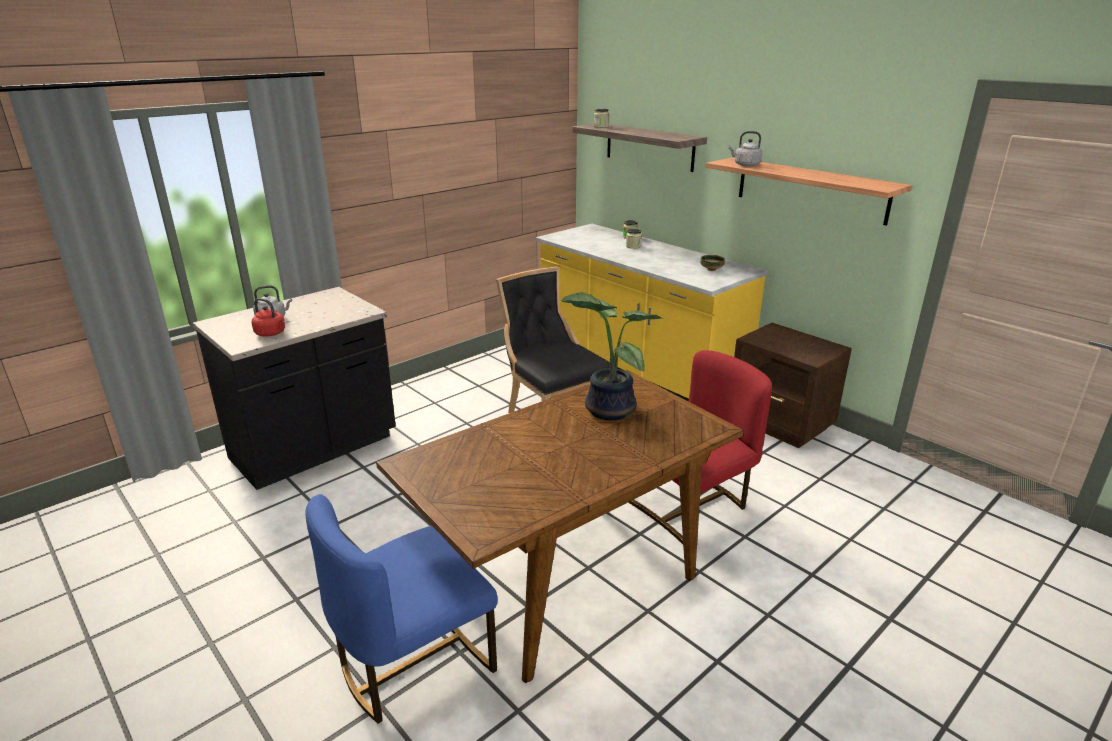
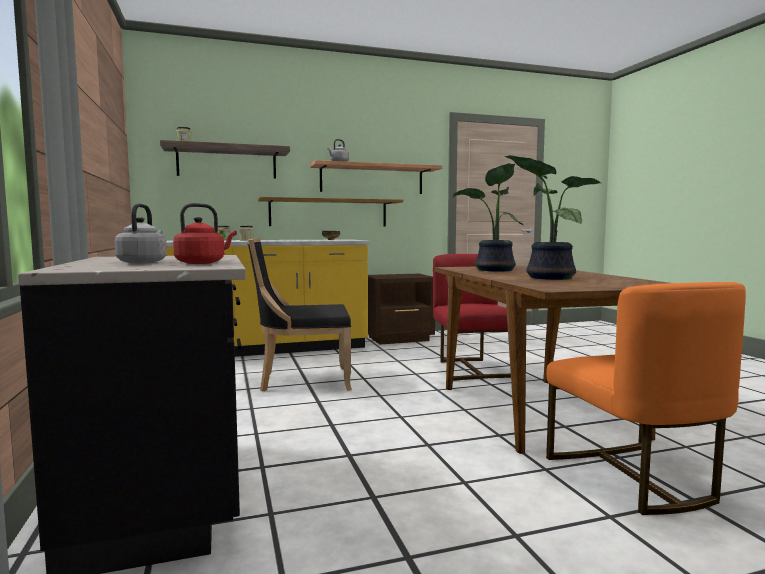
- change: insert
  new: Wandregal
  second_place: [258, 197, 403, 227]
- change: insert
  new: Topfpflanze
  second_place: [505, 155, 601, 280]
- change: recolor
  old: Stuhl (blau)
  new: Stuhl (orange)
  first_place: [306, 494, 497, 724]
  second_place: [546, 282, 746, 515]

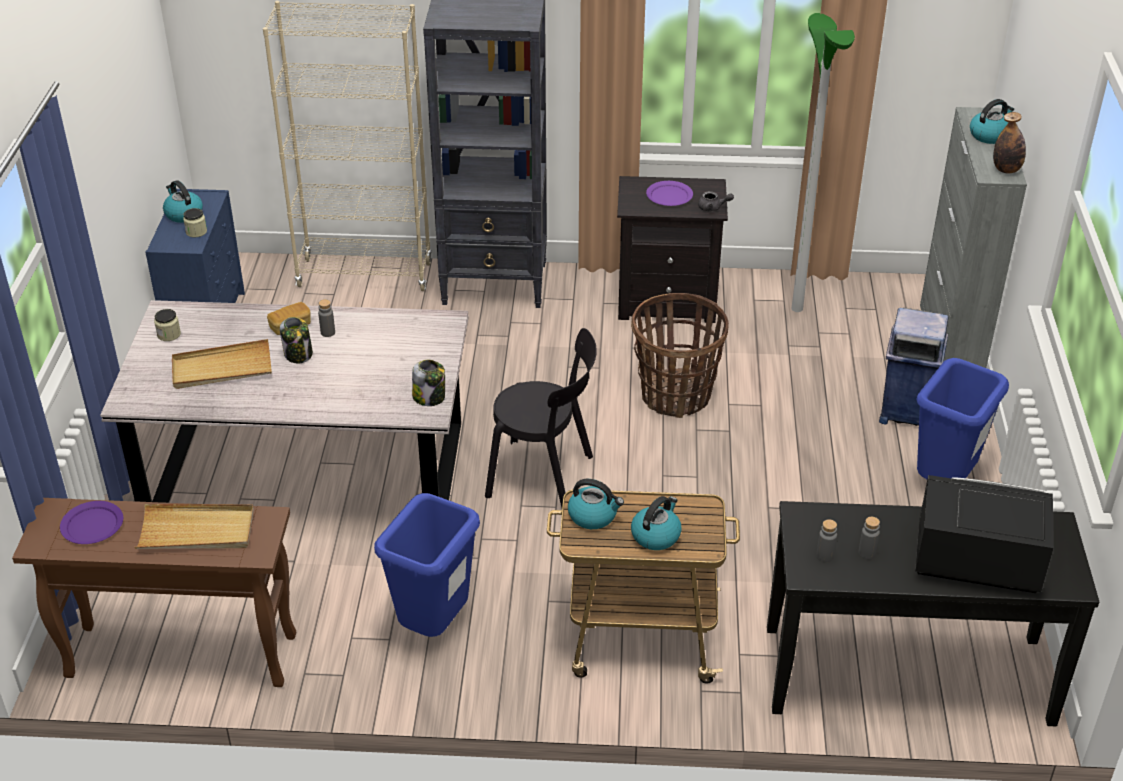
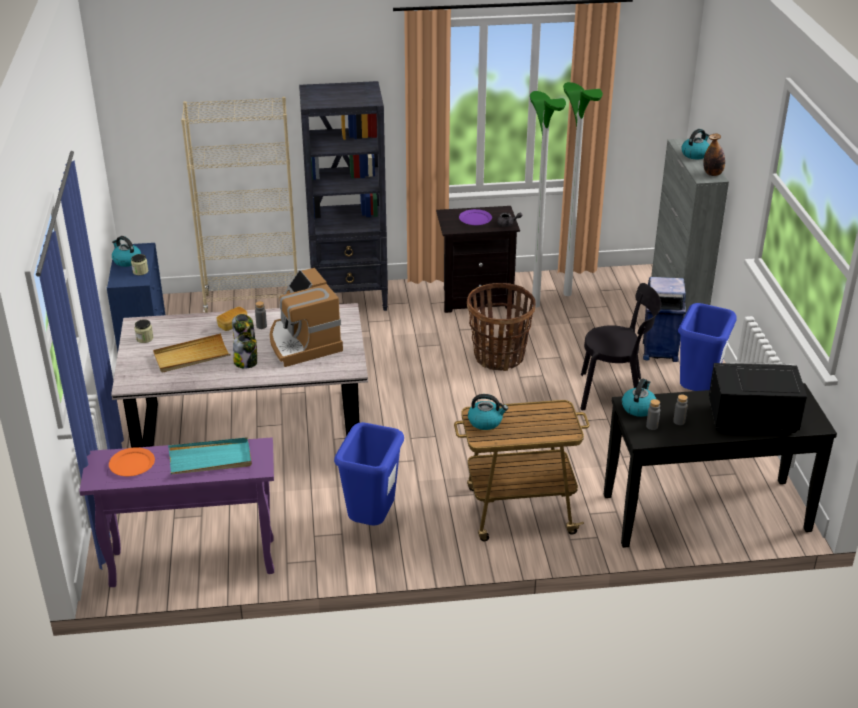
- change: insert
  new: Kaffeemaschine
  second_place: [270, 268, 343, 367]
- change: insert
  new: Stehlampe
  second_place: [530, 91, 566, 308]
- change: move
  old: Vorratsglas
  first_place: [412, 360, 445, 406]
  second_place: [233, 334, 257, 369]
- change: move
  old: Stuhl (schwarz)
  first_place: [485, 328, 597, 507]
  second_place: [580, 283, 661, 410]
- change: move
  old: Wasserkessel
  first_place: [631, 496, 682, 550]
  second_place: [622, 379, 656, 417]
- change: recolor
  old: Konsolentisch (braun)
  new: Konsolentisch (lila)
  first_place: [12, 498, 296, 687]
  second_place: [79, 437, 274, 587]
- change: recolor
  old: Teller (lila)
  new: Teller (orange)
  first_place: [60, 501, 123, 544]
  second_place: [109, 447, 155, 476]
- change: recolor
  old: Tablett (beige)
  new: Tablett (türkis)
  first_place: [135, 504, 254, 549]
  second_place: [168, 437, 252, 474]

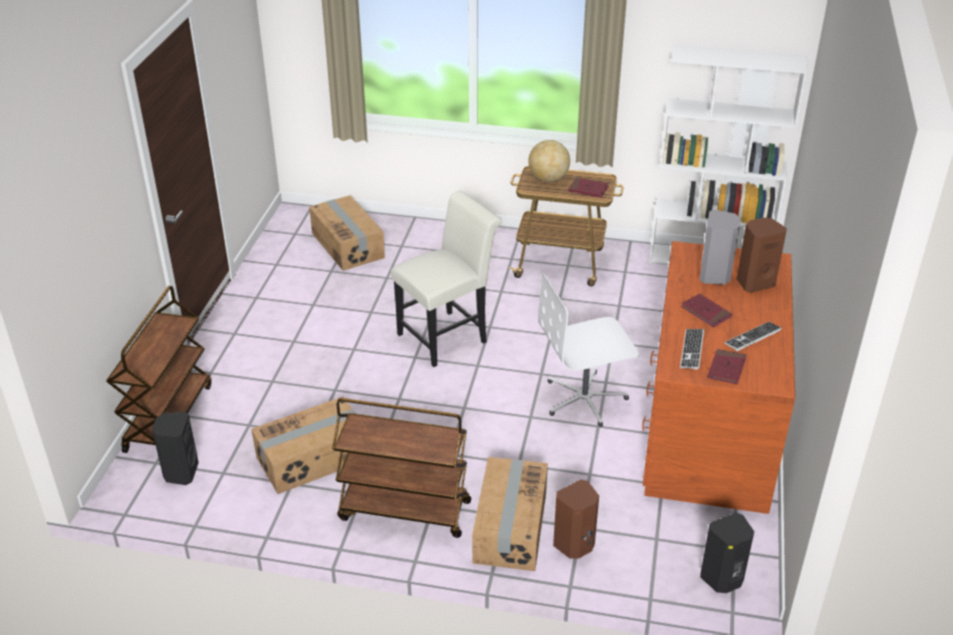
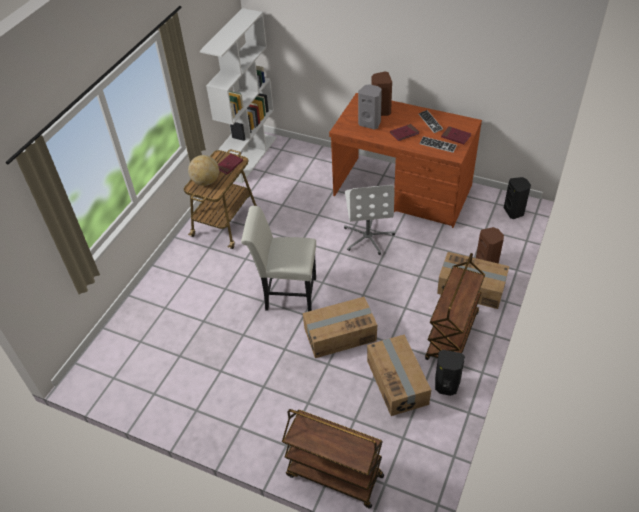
- change: move
  old: Lautsprecher (schwarz)
  first_place: [152, 412, 199, 485]
  second_place: [435, 350, 465, 396]
- change: move
  old: Karton
  first_place: [309, 195, 385, 271]
  second_place: [303, 297, 377, 358]
- change: rotate
  old: Stuhl (weiß)
  first_place: [391, 191, 502, 367]
  second_place: [241, 206, 316, 312]
  degrees: -60

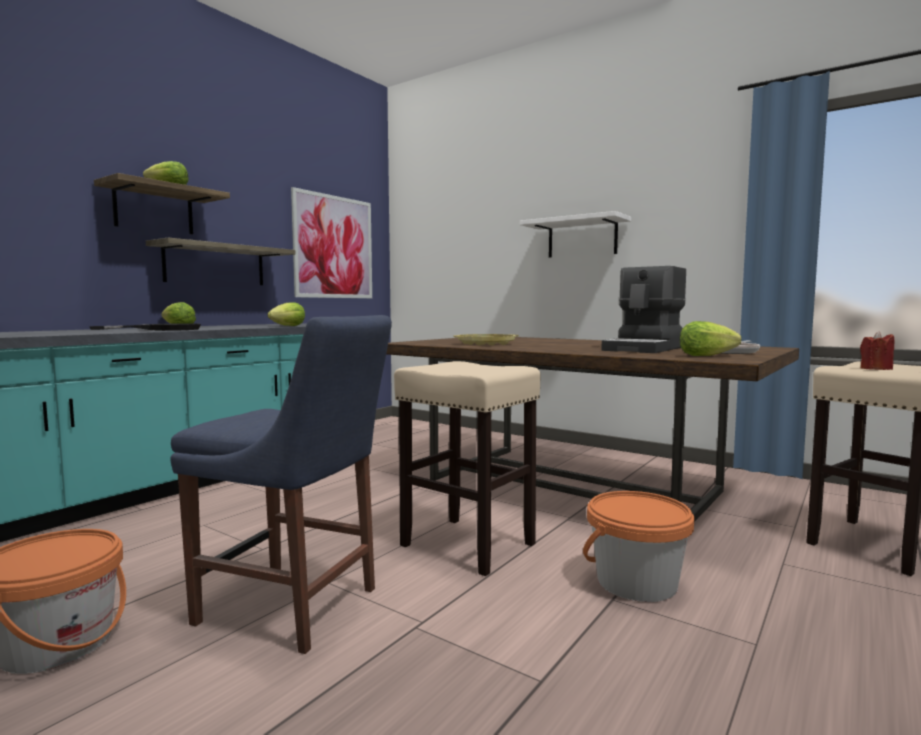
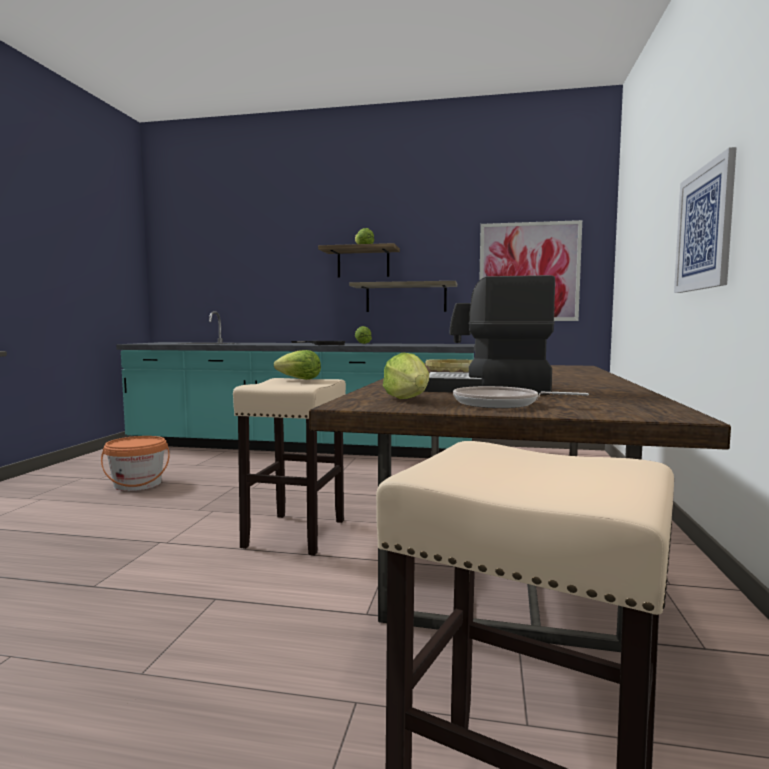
- change: delete
  old: Stuhl (blau)
  first_place: [170, 315, 392, 654]
- change: delete
  old: Eimer (orange)
  first_place: [583, 491, 694, 602]
- change: delete
  old: Kerze (rot)
  first_place: [860, 331, 895, 370]
- change: move
  old: Salatkopf
  first_place: [268, 302, 305, 326]
  second_place: [274, 350, 321, 380]
- change: replace
  old: Wandregal (weiß)
  new: Bild
  first_place: [519, 211, 631, 258]
  second_place: [674, 147, 737, 293]

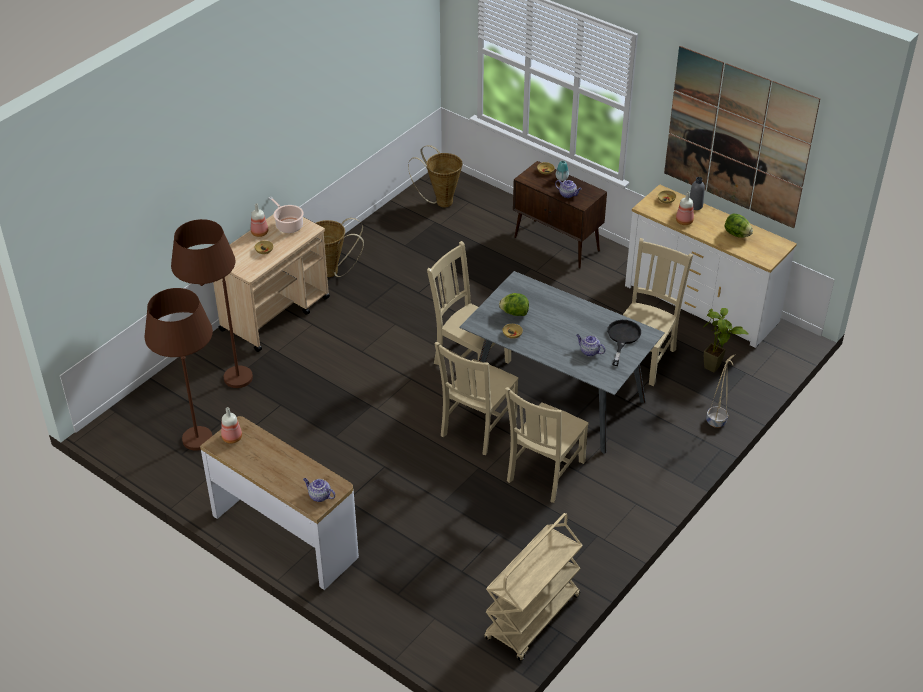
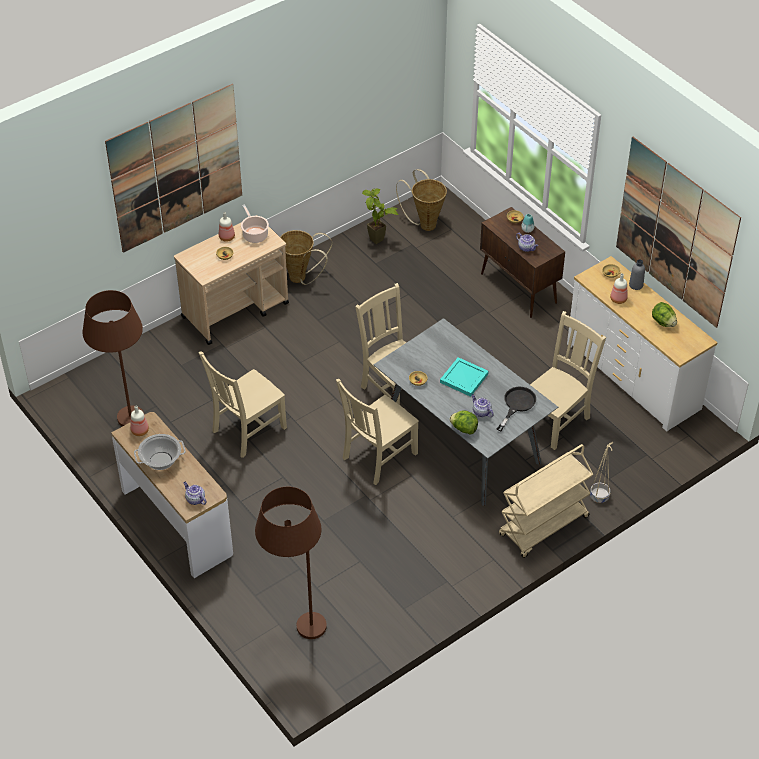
- change: insert
  new: Bild
  second_place: [105, 84, 242, 253]
- change: insert
  new: Kochtopf
  second_place: [134, 434, 186, 470]
- change: insert
  new: Tablett (türkis)
  second_place: [440, 357, 489, 397]
- change: move
  old: Stehlampe (braun)
  first_place: [171, 219, 253, 388]
  second_place: [255, 487, 327, 639]
- change: move
  old: Rollwagen (beige)
  first_place: [485, 513, 583, 661]
  second_place: [499, 444, 593, 558]
- change: move
  old: Salatkopf
  first_place: [499, 293, 529, 316]
  second_place: [449, 410, 478, 435]
- change: move
  old: Stuhl (beige)
  first_place: [505, 387, 589, 503]
  second_place: [198, 352, 287, 458]
- change: move
  old: Topfpflanze
  first_place: [704, 308, 748, 372]
  second_place: [362, 189, 398, 244]

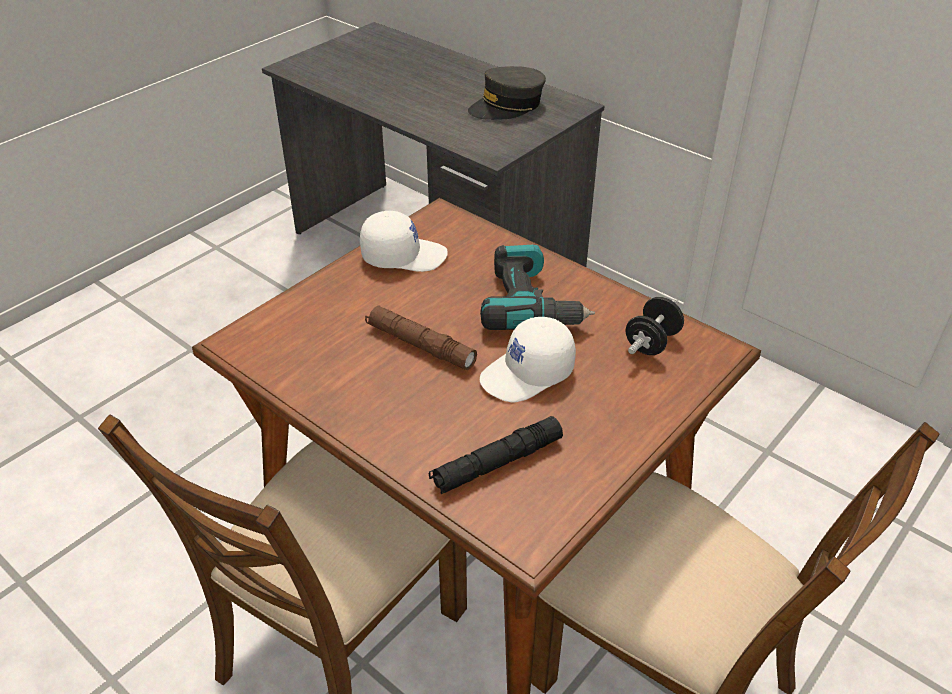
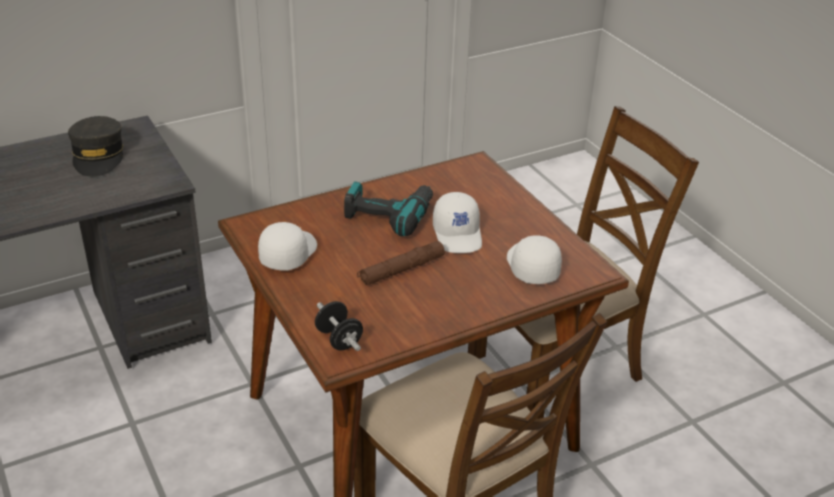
- change: move
  old: Hantel (schwarz)
  first_place: [626, 297, 684, 355]
  second_place: [315, 301, 363, 351]
- change: replace
  old: Taschenlampe (schwarz)
  new: Kappe (weiß)
  first_place: [429, 416, 563, 494]
  second_place: [507, 235, 562, 284]

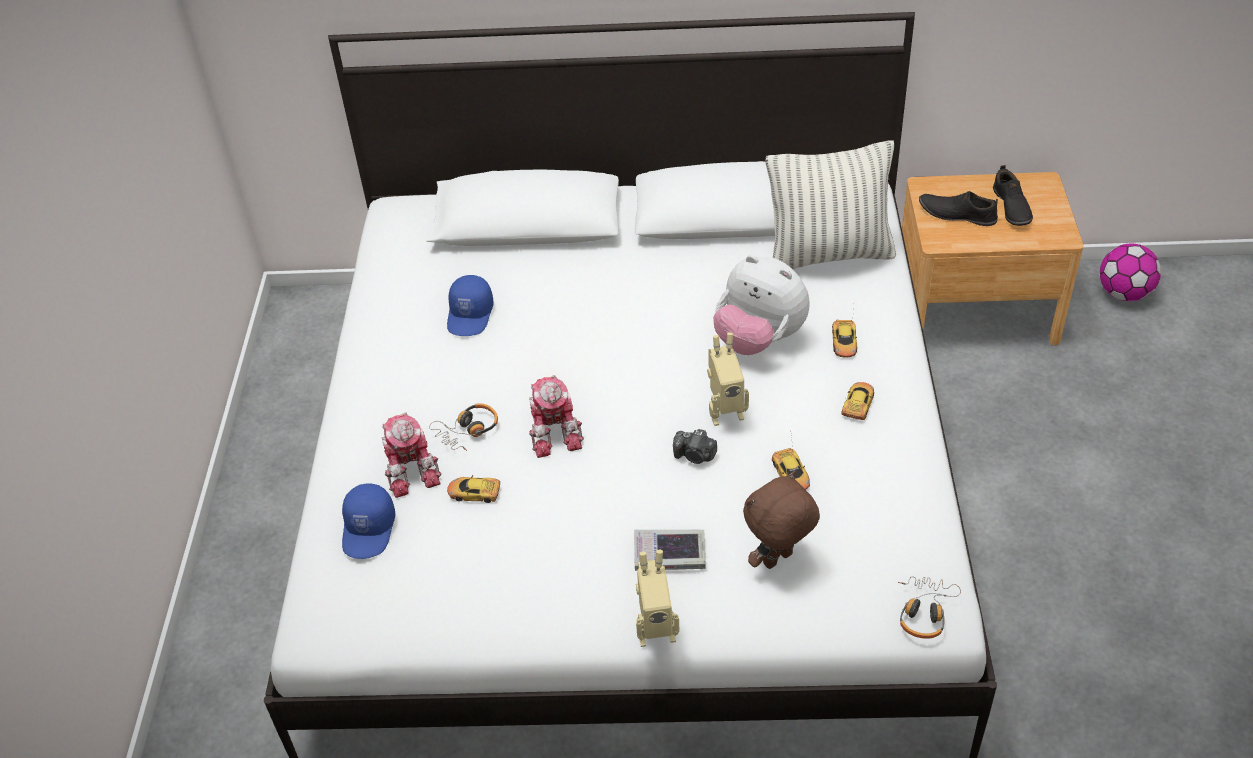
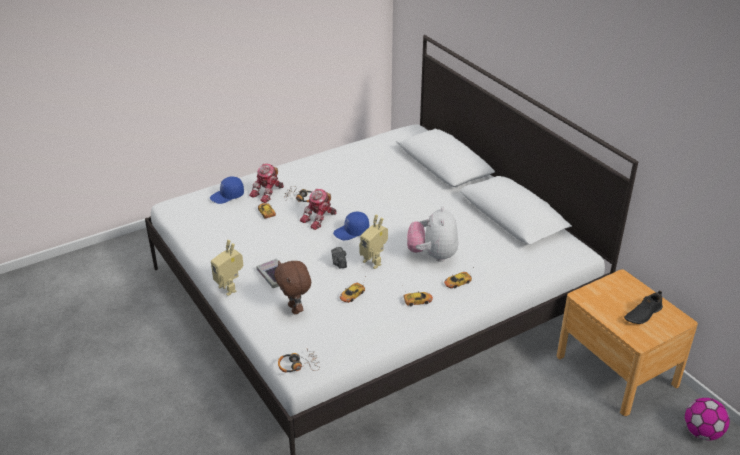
- change: delete
  old: Kissen
  first_place: [766, 140, 896, 269]
- change: delete
  old: Schuh (schwarz)
  first_place: [919, 191, 998, 226]
- change: move
  old: Kappe (blau)
  first_place: [447, 275, 494, 336]
  second_place: [333, 212, 369, 240]
- change: rotate
  old: Plüschtier (braun)
  first_place: [743, 471, 820, 569]
  second_place: [274, 261, 311, 314]
  degrees: -135

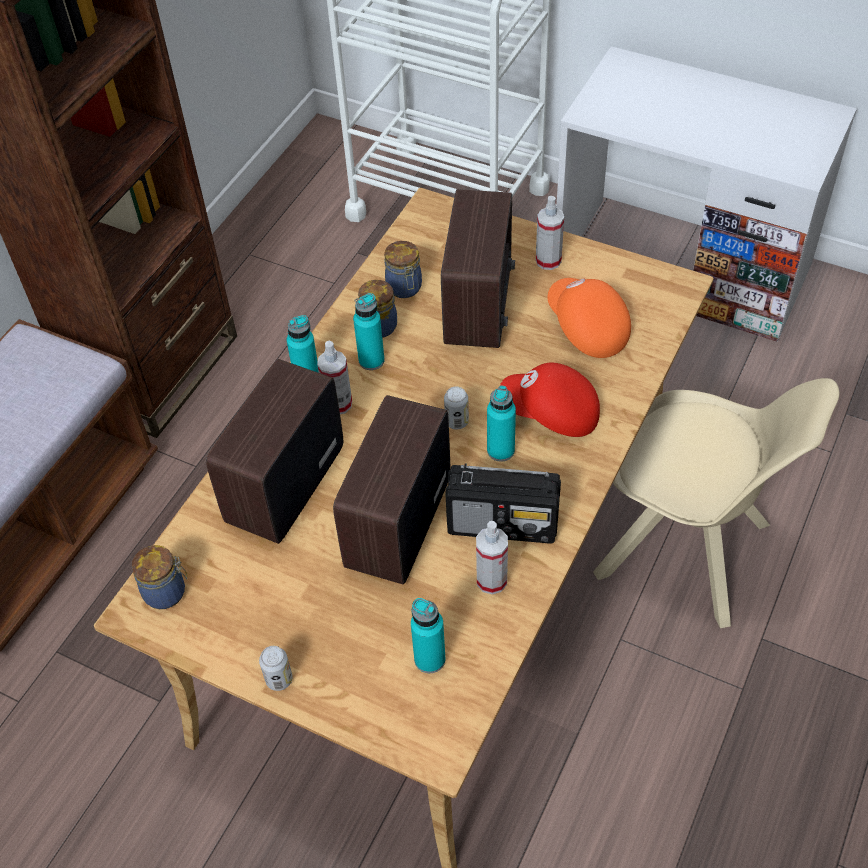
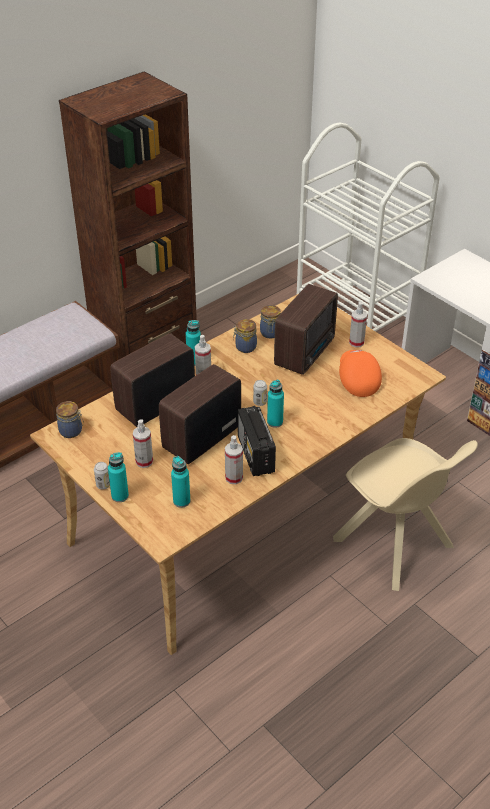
- change: delete
  old: Kappe (rot)
  first_place: [500, 362, 600, 437]
- change: insert
  new: Sprühflasche
  second_place: [133, 419, 153, 468]
- change: move
  old: Flasche (türkis)
  first_place: [353, 293, 385, 370]
  second_place: [108, 452, 129, 502]
- change: rotate
  old: Radio
  first_place: [445, 464, 561, 544]
  second_place: [238, 406, 276, 476]
  degrees: 45

